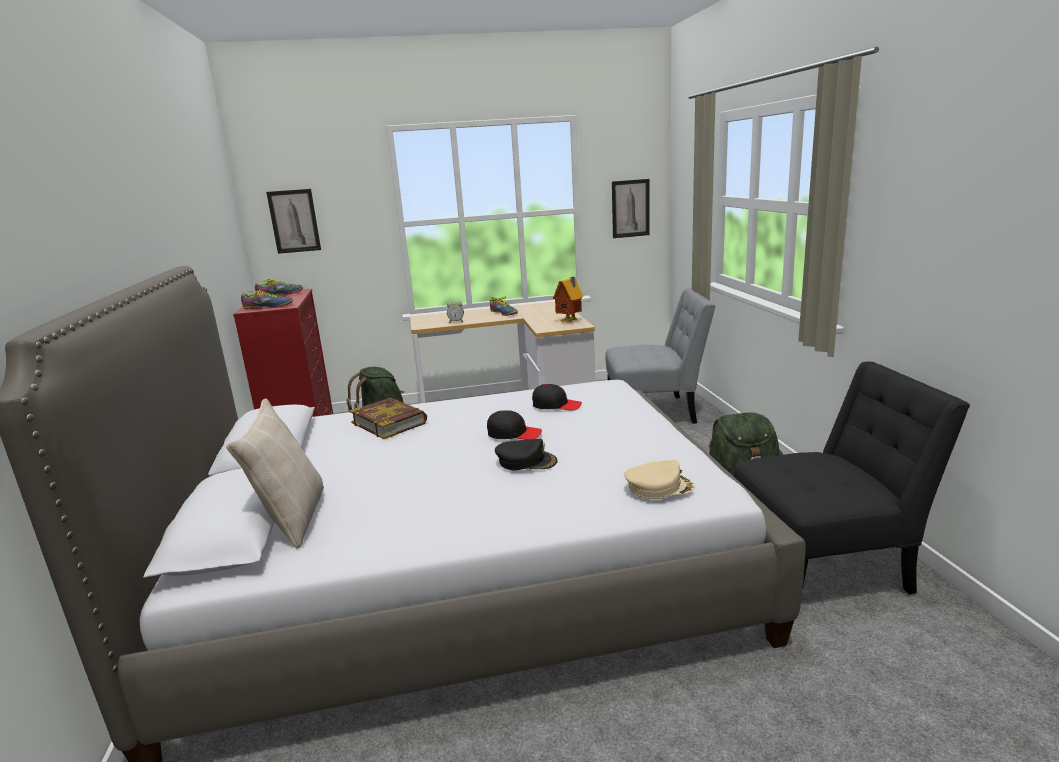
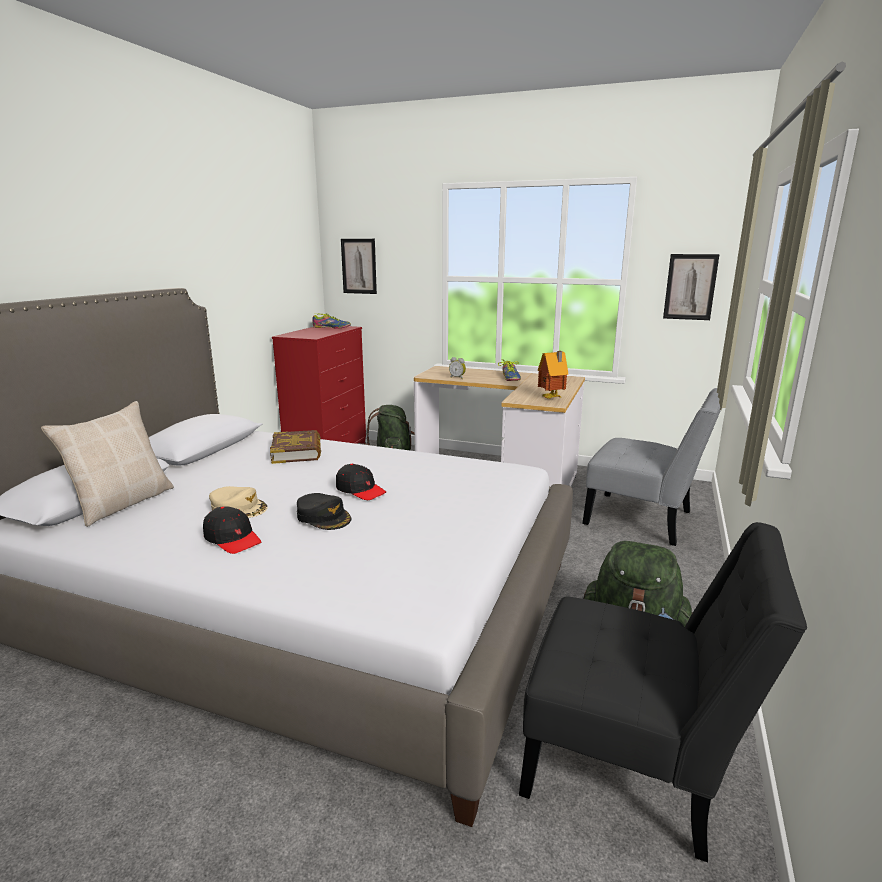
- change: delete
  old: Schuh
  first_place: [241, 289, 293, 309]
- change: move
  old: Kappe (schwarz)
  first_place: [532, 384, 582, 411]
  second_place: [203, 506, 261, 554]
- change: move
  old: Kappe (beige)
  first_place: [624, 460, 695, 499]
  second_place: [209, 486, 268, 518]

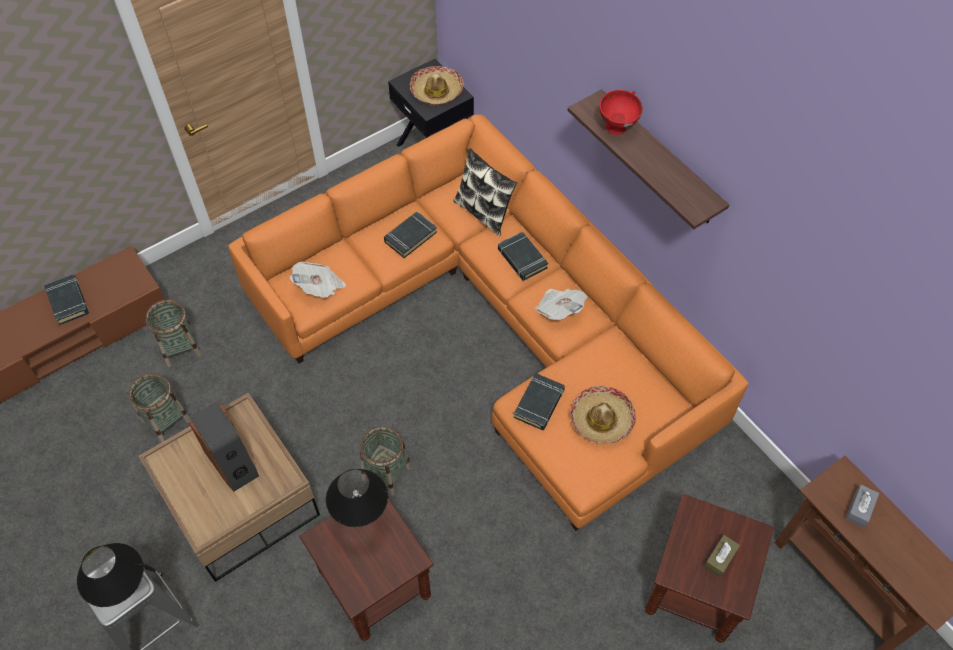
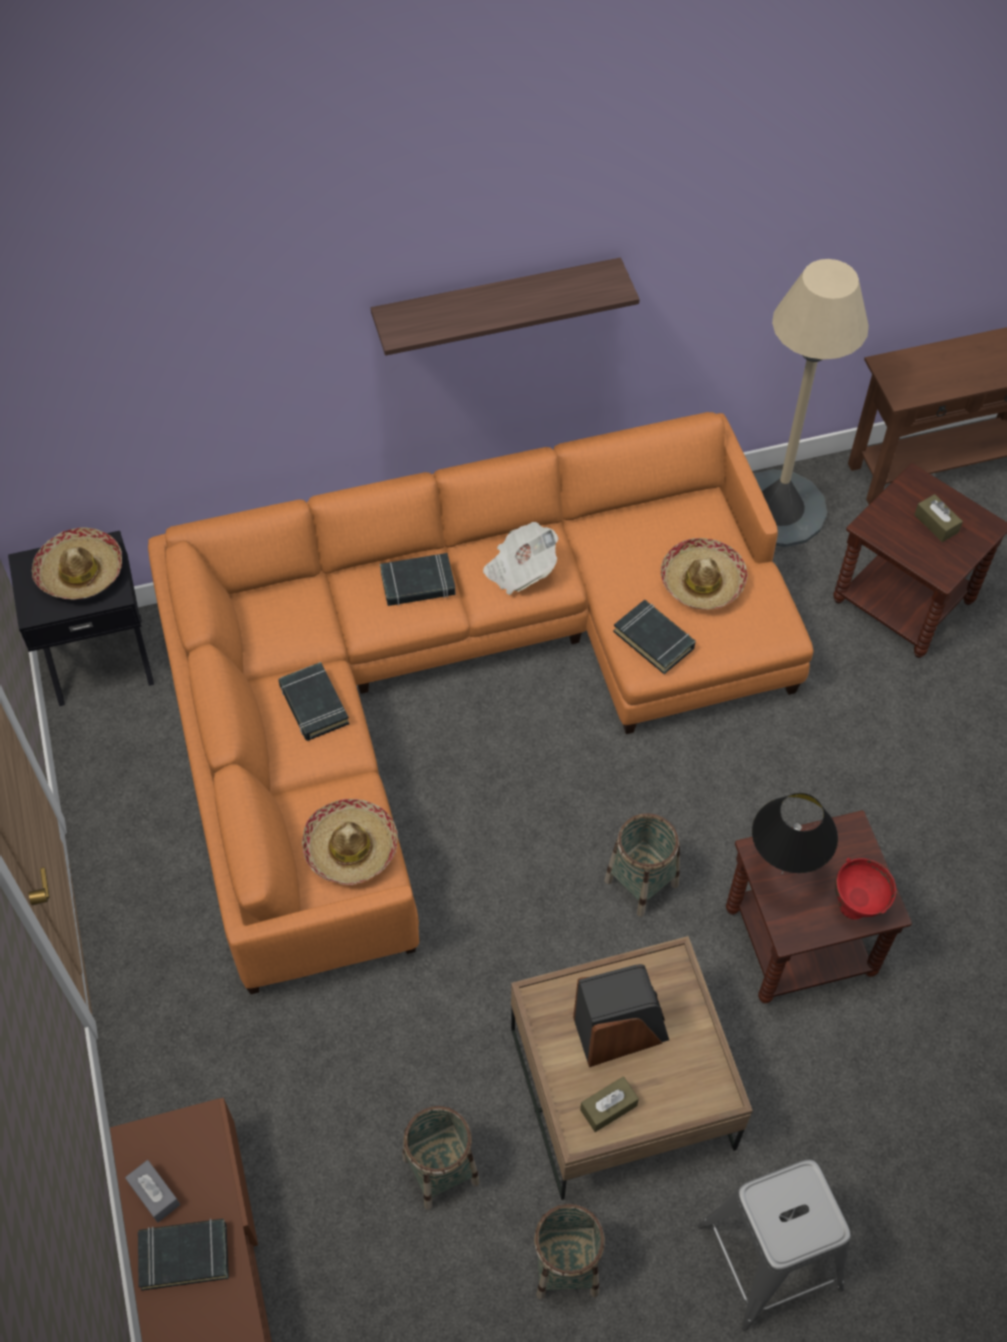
- change: delete
  old: Tischlampe (schwarz)
  first_place: [77, 543, 144, 607]
- change: delete
  old: Kissen
  first_place: [453, 148, 517, 236]
- change: insert
  new: Taschentuchbox (braun)
  second_place: [580, 1076, 639, 1132]
- change: insert
  new: Stehlampe (beige)
  second_place: [754, 259, 869, 547]
- change: move
  old: Korb
  first_place: [145, 300, 201, 367]
  second_place: [534, 1204, 605, 1299]
- change: move
  old: Schüssel (rot)
  first_place: [599, 90, 643, 135]
  second_place: [835, 858, 896, 920]
- change: move
  old: Taschentuchbox (grau)
  first_place: [845, 485, 879, 528]
  second_place: [125, 1160, 180, 1223]
- change: replace
  old: Zeitung
  new: Hut
  first_place: [290, 262, 346, 298]
  second_place: [302, 799, 398, 885]

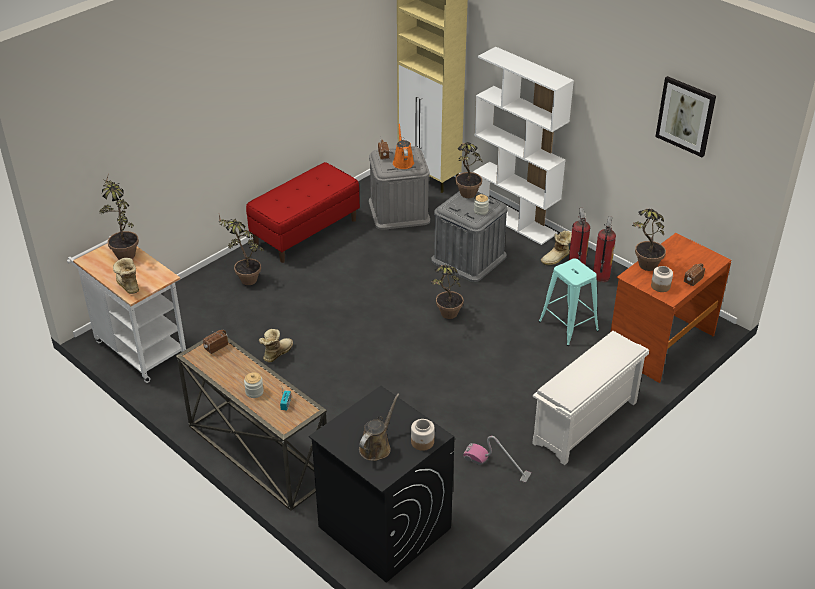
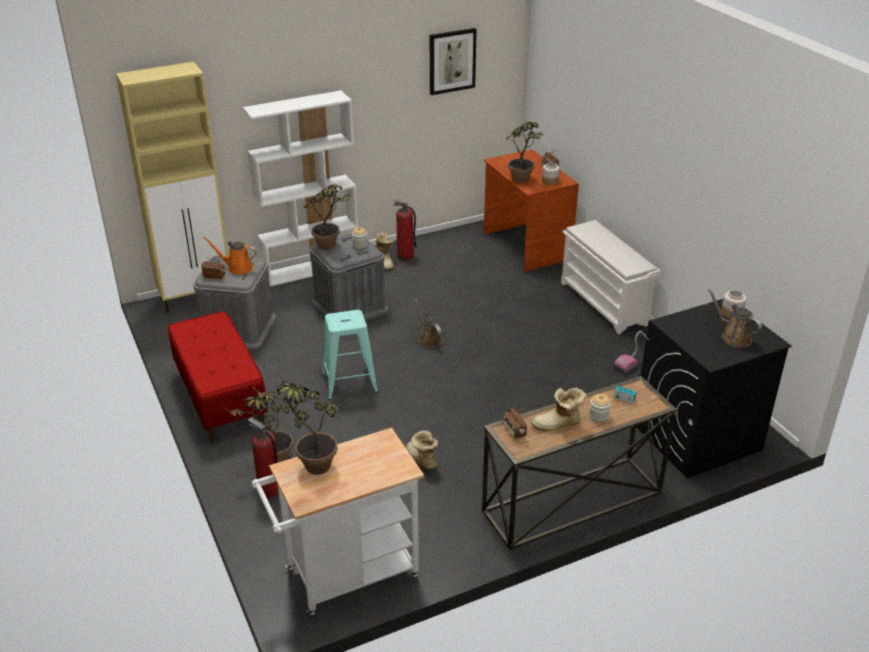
- change: move
  old: Stiefel
  first_place: [113, 258, 139, 294]
  second_place: [531, 387, 587, 431]
- change: move
  old: Hocker (türkis)
  first_place: [539, 258, 599, 346]
  second_place: [322, 310, 378, 400]
- change: move
  old: Feuerlöscher
  first_place: [593, 216, 616, 282]
  second_place: [248, 417, 279, 499]
- change: replace
  old: Topfpflanze
  new: Gießkanne (braun)
  first_place: [431, 264, 464, 319]
  second_place: [415, 298, 443, 348]

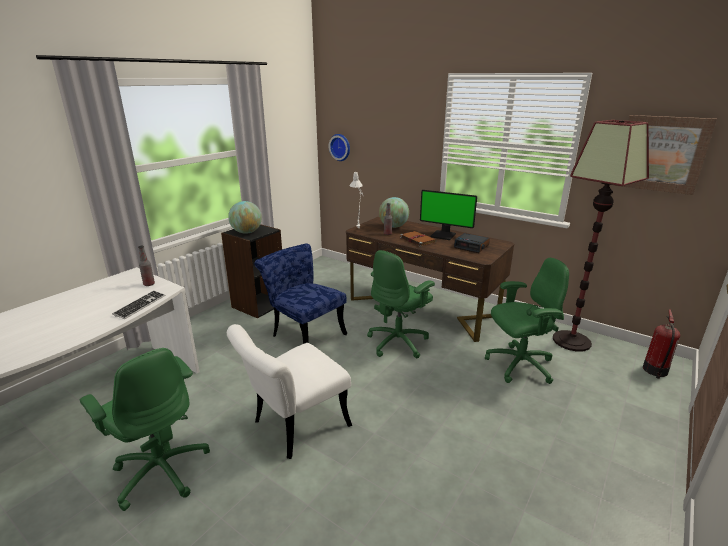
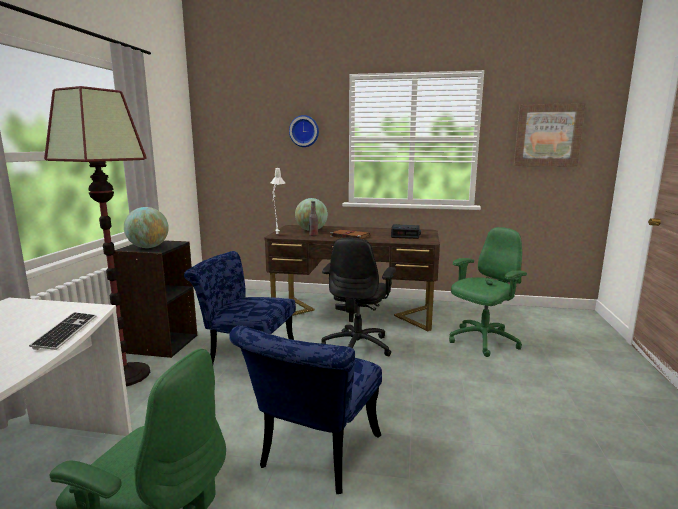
- change: delete
  old: Flasche
  first_place: [138, 246, 155, 286]
- change: delete
  old: Monitor
  first_place: [420, 190, 477, 240]
- change: delete
  old: Feuerlöscher
  first_place: [643, 309, 680, 379]
- change: move
  old: Wanduhr
  first_place: [329, 134, 350, 161]
  second_place: [289, 115, 319, 147]
- change: move
  old: Stehlampe
  first_place: [553, 120, 649, 352]
  second_place: [44, 86, 150, 386]
- change: recolor
  old: Stuhl (weiß)
  new: Stuhl (blau)
  first_place: [227, 324, 352, 459]
  second_place: [229, 325, 382, 494]
- change: recolor
  old: Bürostuhl (grün)
  new: Bürostuhl (schwarz)
  first_place: [367, 250, 435, 359]
  second_place: [321, 237, 396, 356]

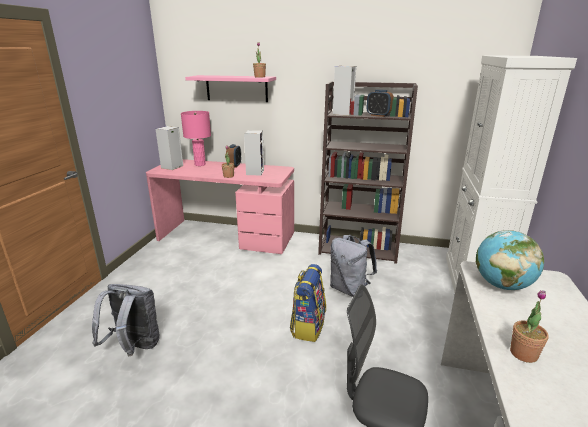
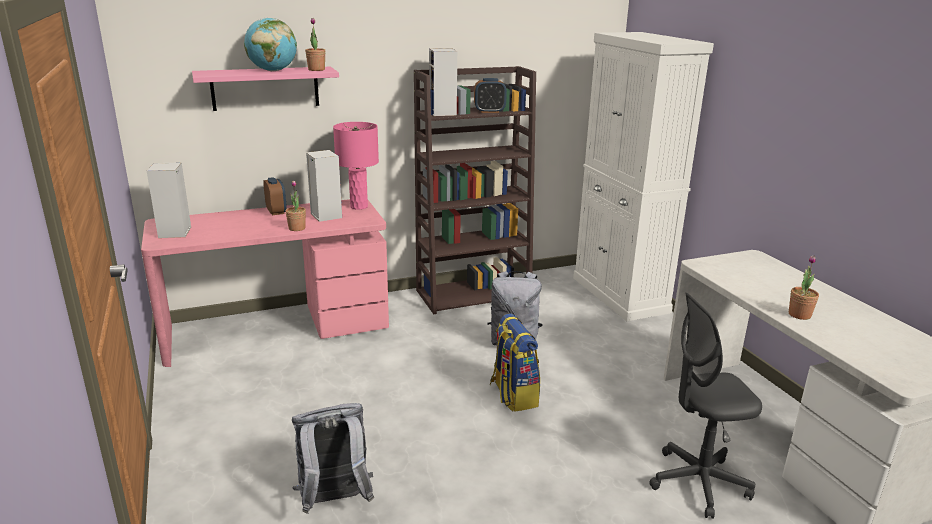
- change: move
  old: Tischlampe (rosa)
  first_place: [181, 111, 211, 166]
  second_place: [333, 122, 379, 210]
- change: move
  old: Globus
  first_place: [476, 230, 544, 290]
  second_place: [244, 18, 297, 71]

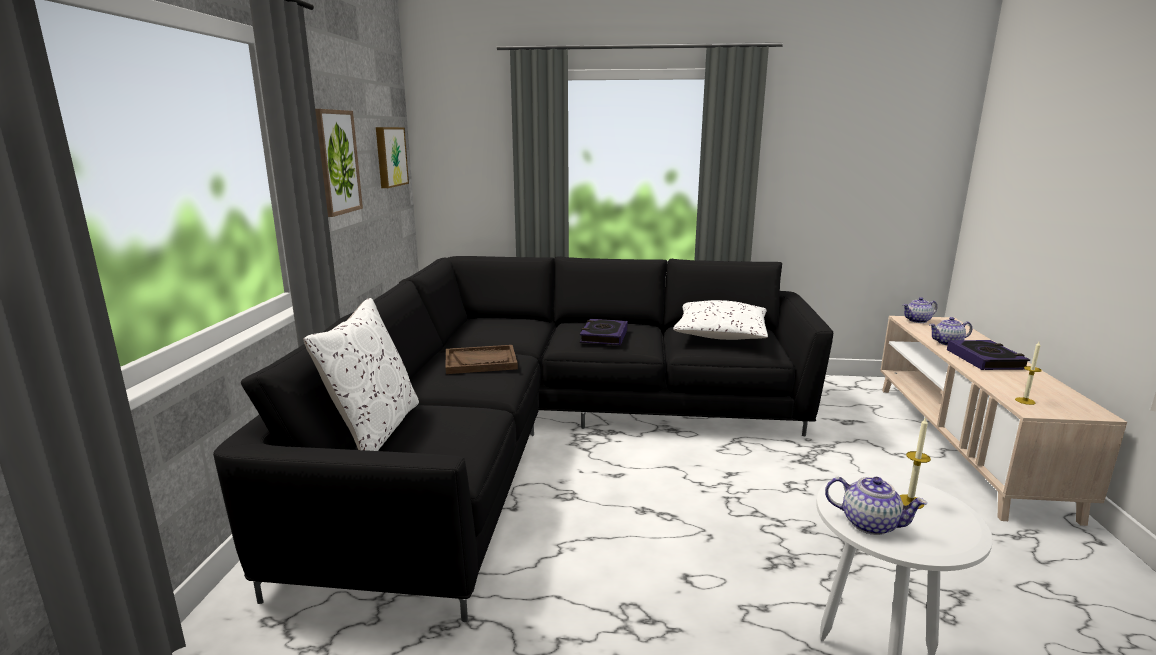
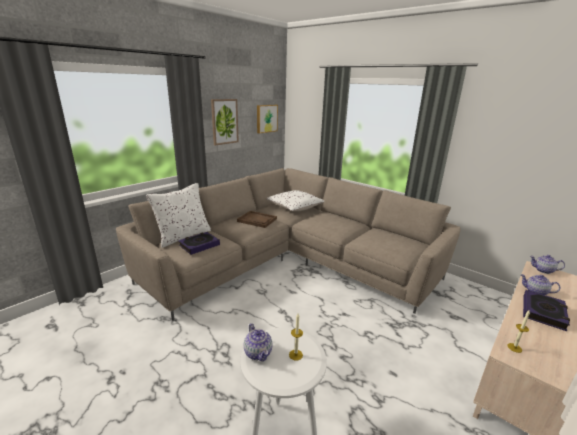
- change: move
  old: Buch
  first_place: [580, 319, 628, 345]
  second_place: [178, 232, 220, 255]
- change: move
  old: Kissen (weiß)
  first_place: [673, 300, 768, 340]
  second_place: [266, 190, 324, 211]
- change: recolor
  old: Sofa (schwarz)
  new: Sofa (beige)
  first_place: [213, 256, 833, 622]
  second_place: [116, 168, 461, 320]

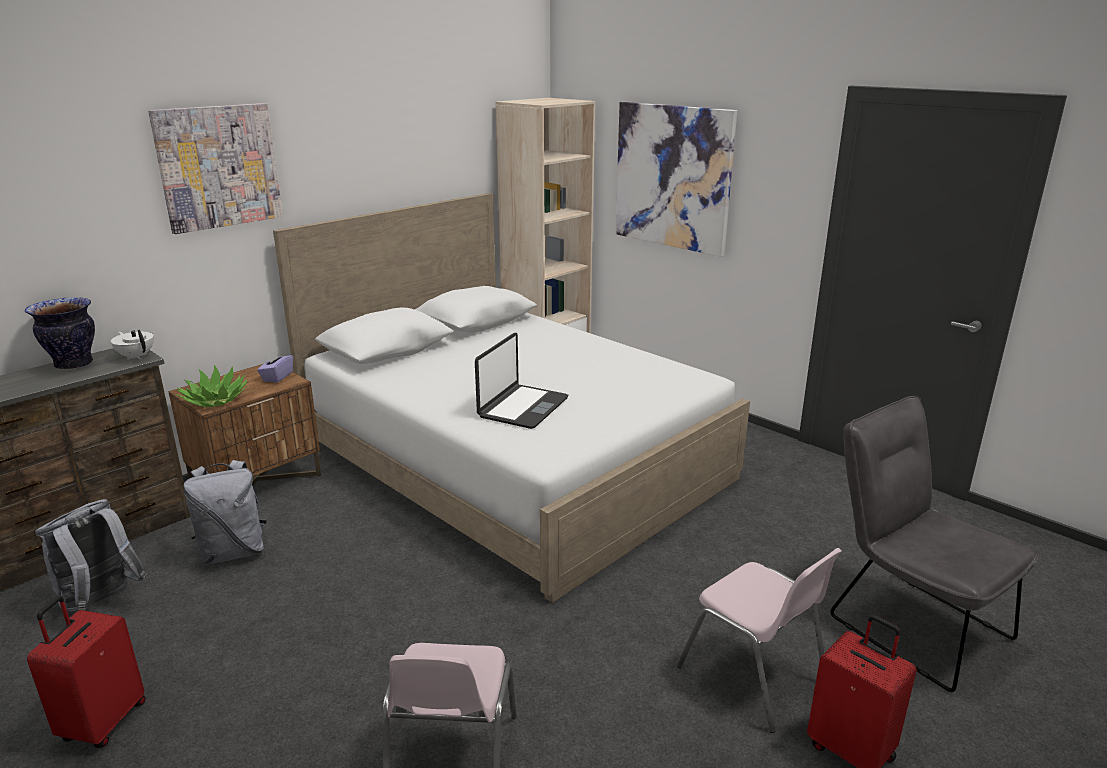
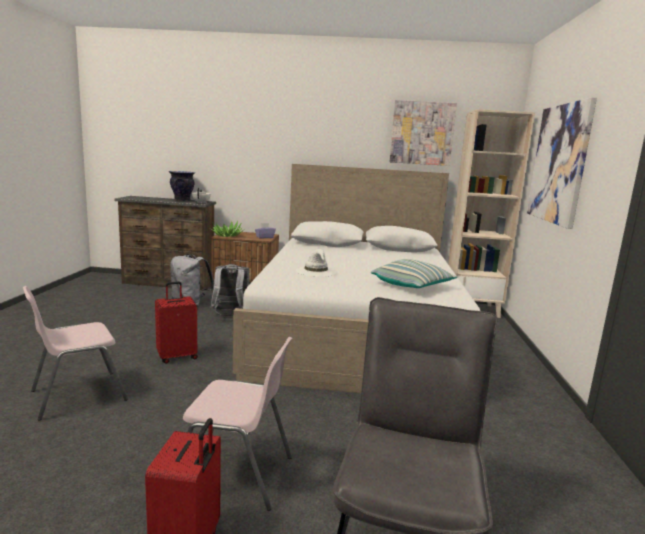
- change: insert
  new: Kissen
  second_place: [371, 259, 457, 288]
- change: move
  old: Koffer (rot)
  first_place: [27, 596, 146, 748]
  second_place: [155, 282, 198, 364]
- change: move
  old: Rucksack (grau)
  first_place: [35, 499, 148, 613]
  second_place: [211, 264, 250, 316]
- change: move
  old: Bild
  first_place: [148, 103, 283, 234]
  second_place: [390, 100, 457, 166]
- change: replace
  old: Laptop
  new: Hut (weiß)
  first_place: [475, 333, 568, 429]
  second_place: [296, 249, 336, 277]
- change: rotate
  old: Stuhl (rosa)
  first_place: [677, 548, 842, 733]
  second_place: [183, 337, 292, 511]
  degrees: -90

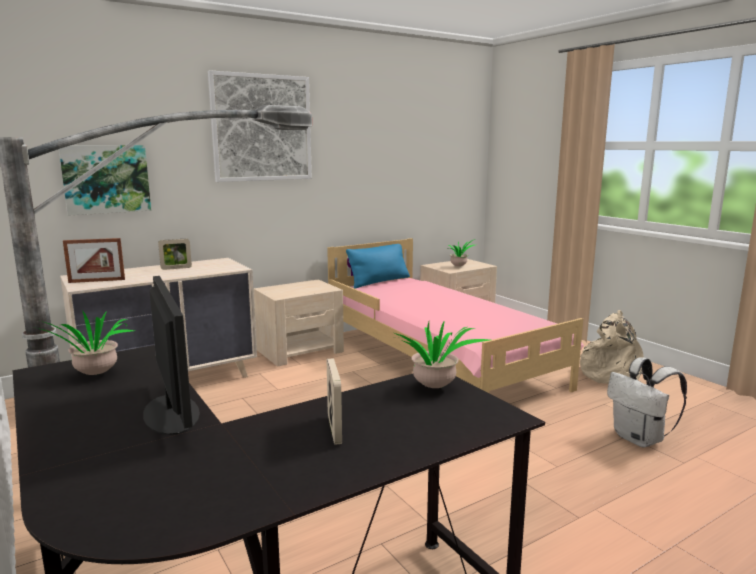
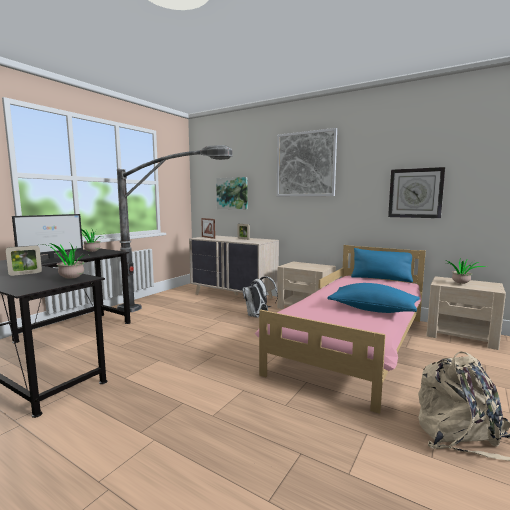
- change: insert
  new: Kissen (blau)
  second_place: [327, 283, 420, 313]
- change: insert
  new: Wanduhr
  second_place: [388, 167, 445, 218]
- change: move
  old: Rucksack (weiß)
  first_place: [607, 357, 687, 447]
  second_place: [243, 277, 278, 318]

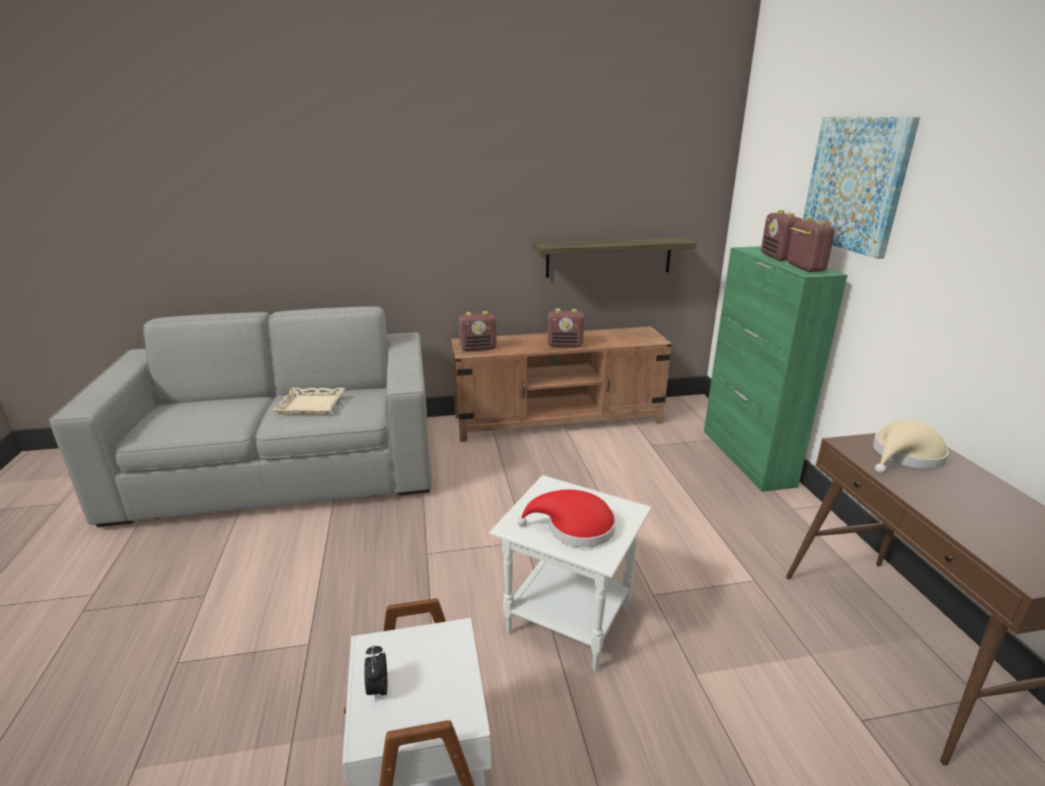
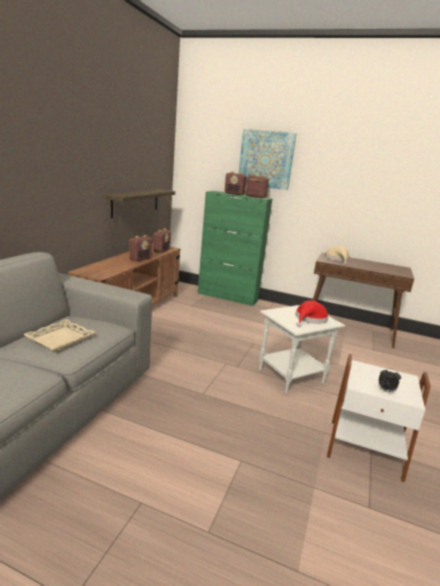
- change: move
  old: Radio
  first_place: [459, 311, 497, 351]
  second_place: [153, 228, 171, 253]

